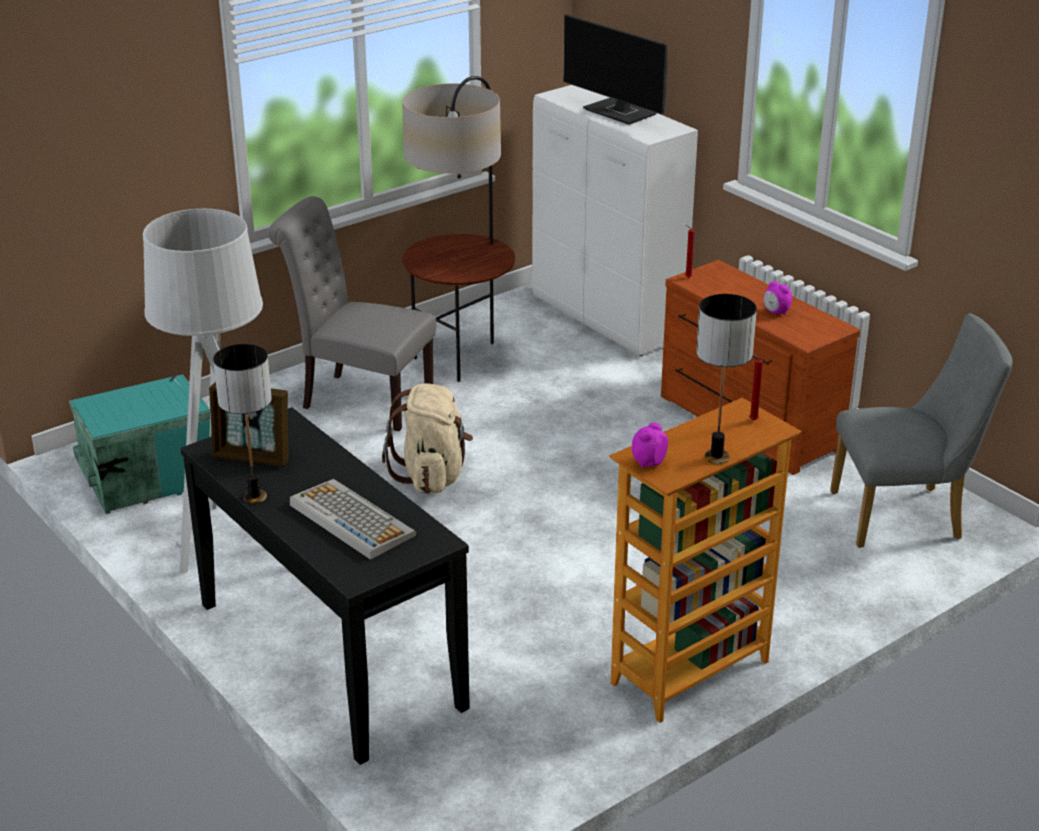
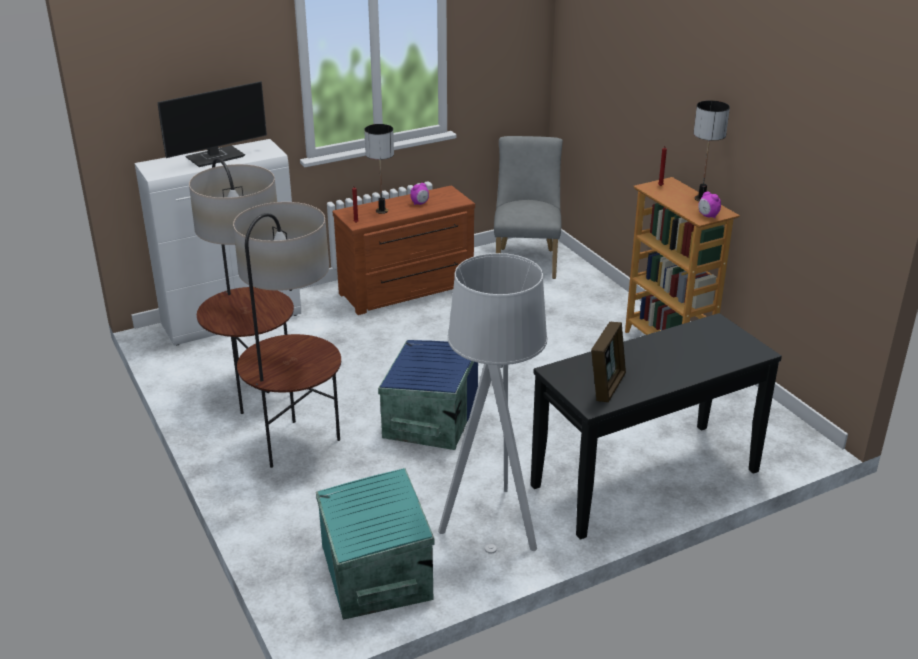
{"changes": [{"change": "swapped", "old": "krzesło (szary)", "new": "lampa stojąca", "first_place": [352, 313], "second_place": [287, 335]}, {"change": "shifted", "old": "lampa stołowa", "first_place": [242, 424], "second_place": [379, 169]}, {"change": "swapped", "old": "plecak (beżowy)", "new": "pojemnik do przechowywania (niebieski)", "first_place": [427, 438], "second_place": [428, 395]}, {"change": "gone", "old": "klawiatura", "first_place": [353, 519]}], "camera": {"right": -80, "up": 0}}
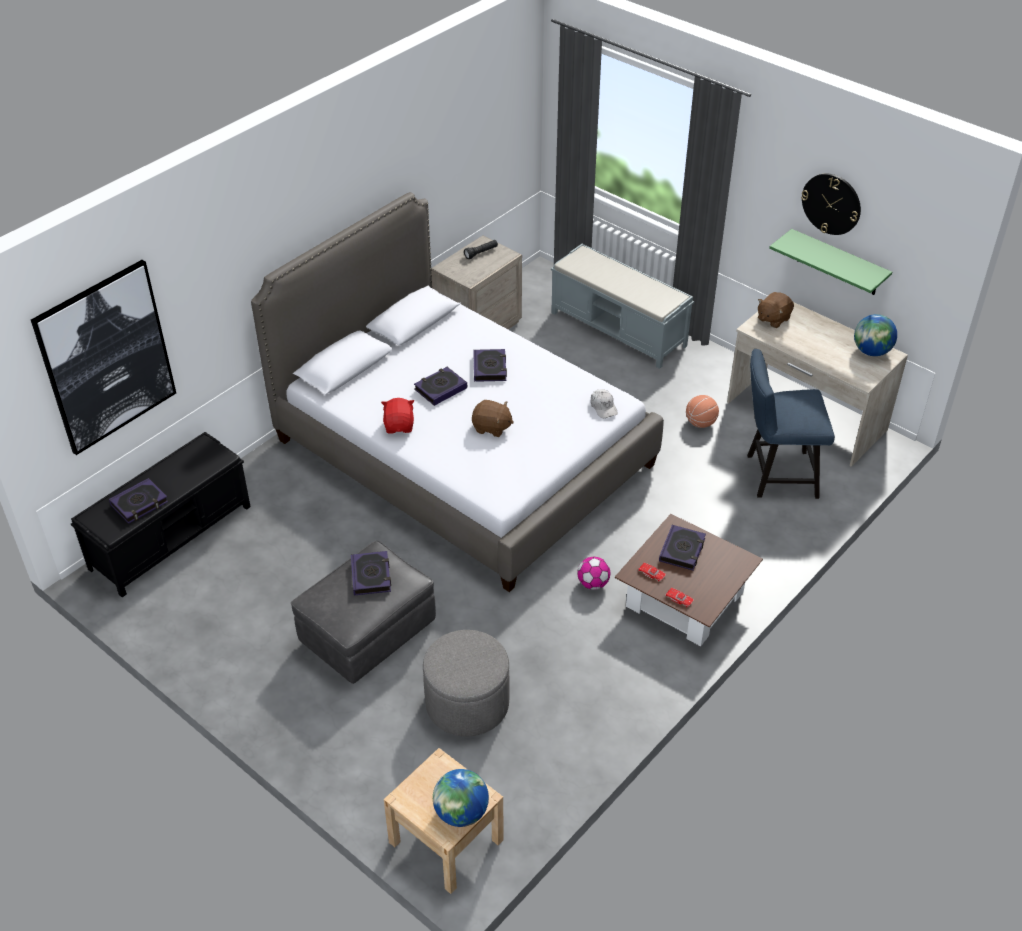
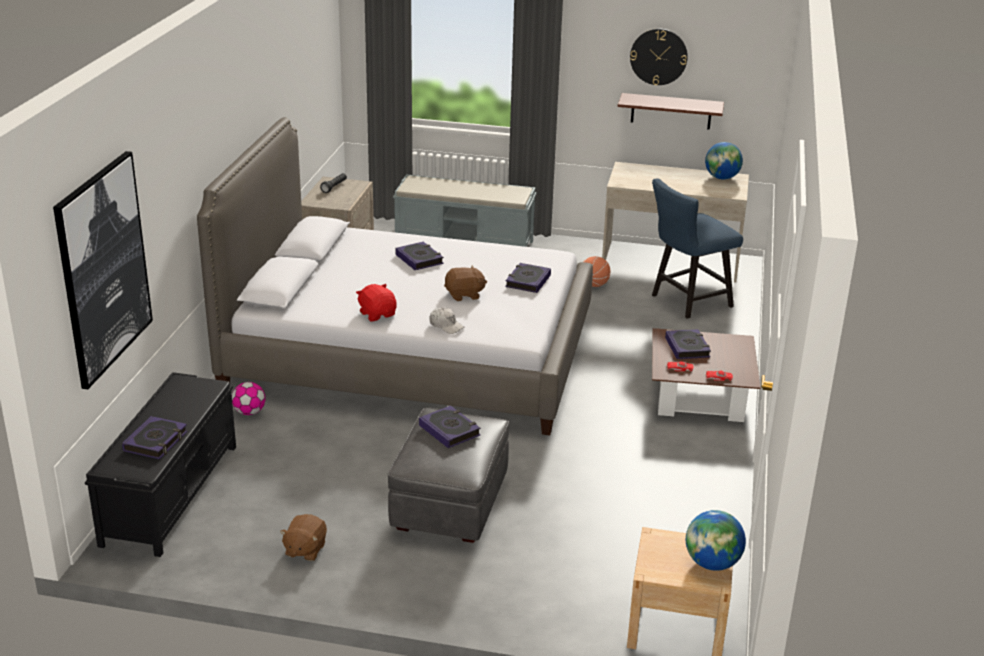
{"changes": [{"change": "shifted", "old": "piłka futbolowa", "first_place": [593, 573], "second_place": [249, 398]}, {"change": "shifted", "old": "pluszak (brązowy)", "first_place": [776, 310], "second_place": [303, 537]}, {"change": "shifted", "old": "czapka z daszkiem (biały)", "first_place": [604, 403], "second_place": [446, 321]}, {"change": "shifted", "old": "książka", "first_place": [440, 386], "second_place": [528, 278]}, {"change": "repainted", "old": "półka (zielony)", "new": "półka (brązowy)", "first_place": [830, 262], "second_place": [671, 111]}, {"change": "gone", "old": "pufa (szary)", "first_place": [466, 683]}], "camera": {"right": -30, "up": -15}}
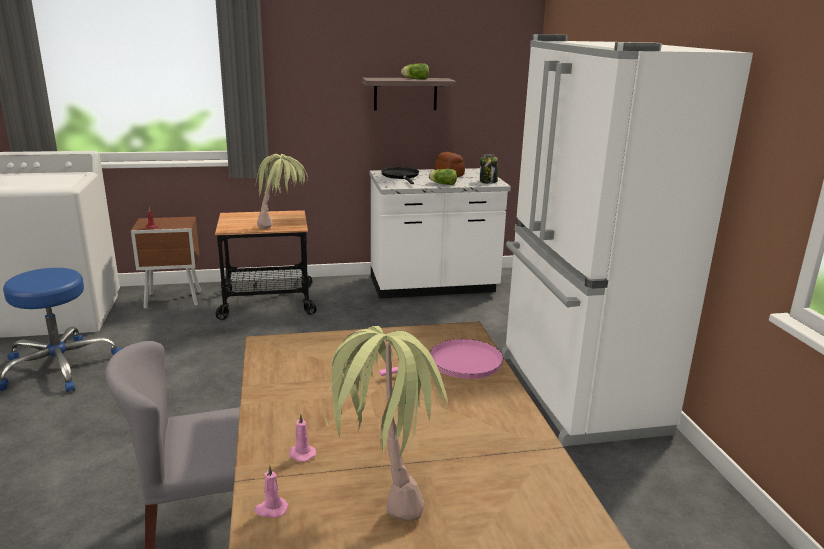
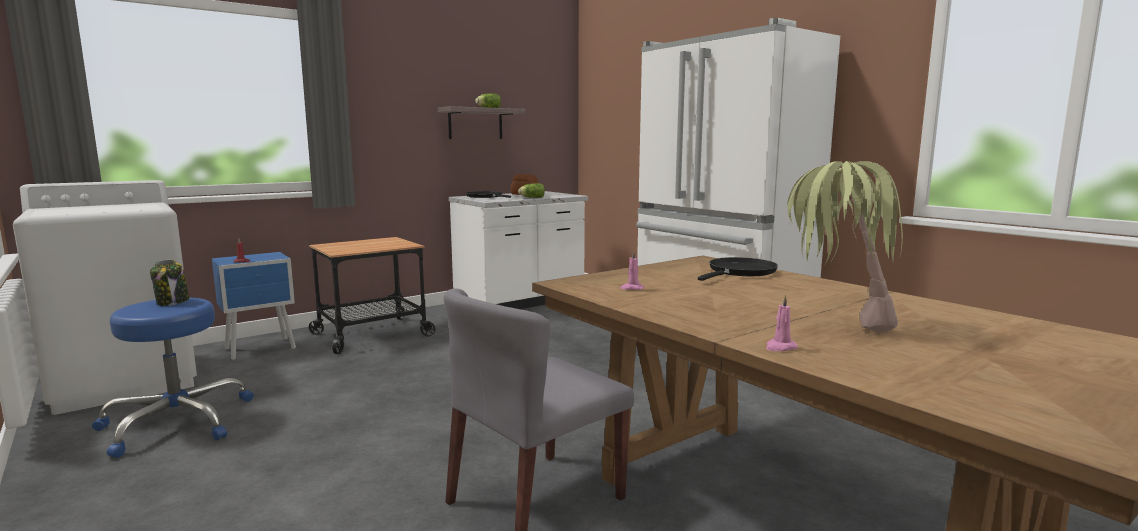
{"changes": [{"change": "shifted", "old": "słoik", "first_place": [489, 169], "second_place": [169, 283]}, {"change": "repainted", "old": "szafka nocna (brązowy)", "new": "szafka nocna (niebieski)", "first_place": [166, 263], "second_place": [254, 306]}, {"change": "shifted", "old": "świeca (różowy)", "first_place": [302, 437], "second_place": [632, 270]}, {"change": "repainted", "old": "patelnia (różowy)", "new": "patelnia (czarny)", "first_place": [441, 359], "second_place": [738, 269]}, {"change": "gone", "old": "roślina doniczkowa", "first_place": [281, 191]}], "camera": {"right": -25, "up": -10}}
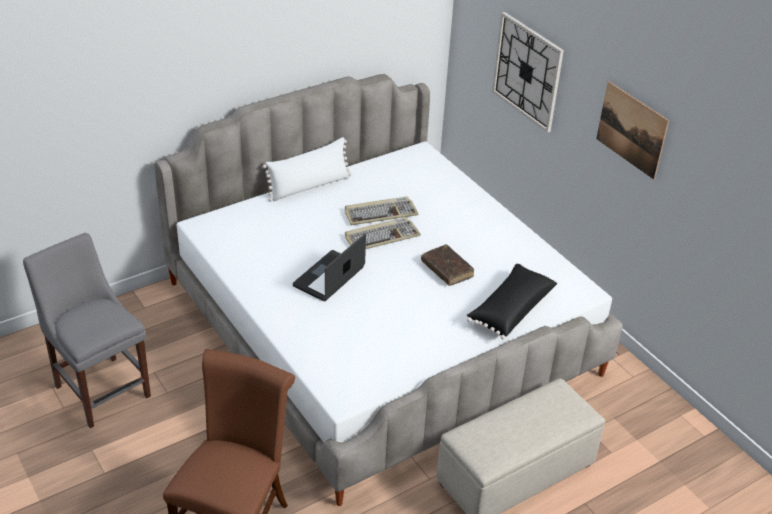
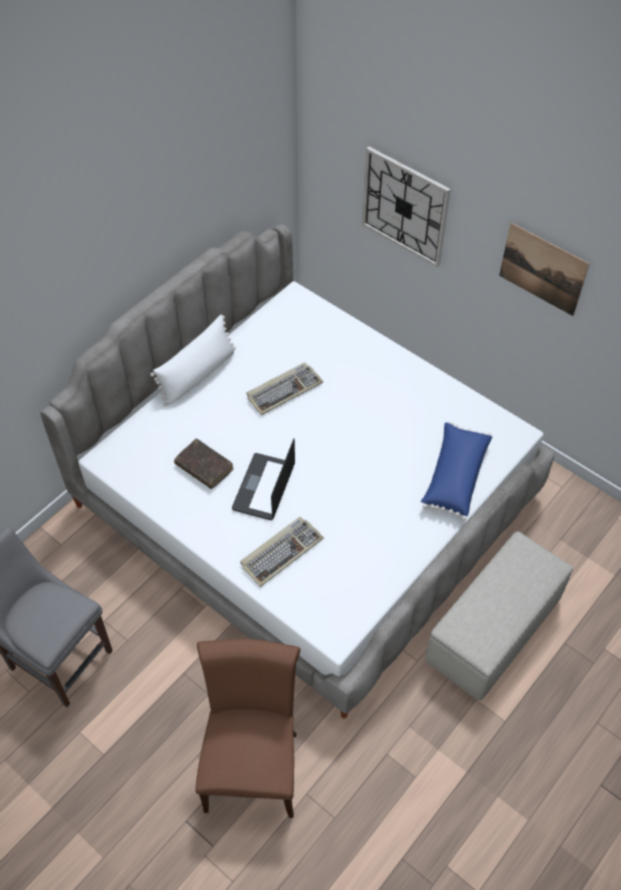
{"changes": [{"change": "shifted", "old": "książka (brązowy)", "first_place": [447, 265], "second_place": [204, 463]}, {"change": "shifted", "old": "klawiatura", "first_place": [383, 233], "second_place": [282, 552]}, {"change": "repainted", "old": "poduszka (czarny)", "new": "poduszka (niebieski)", "first_place": [512, 301], "second_place": [456, 471]}], "camera": {"right": -15, "up": 15}}
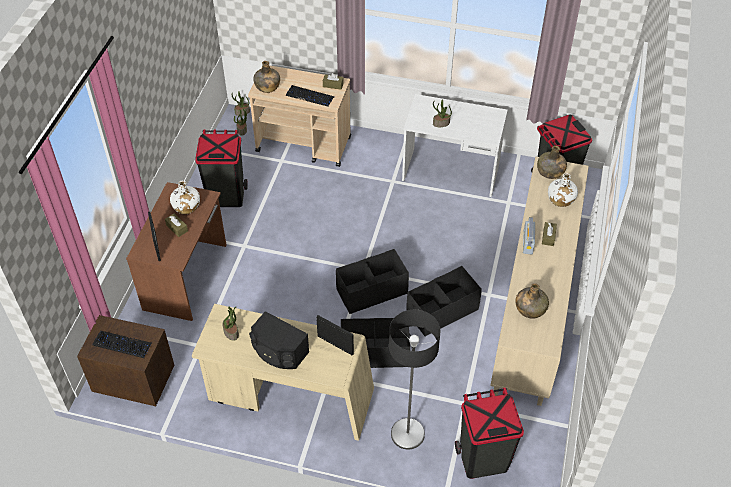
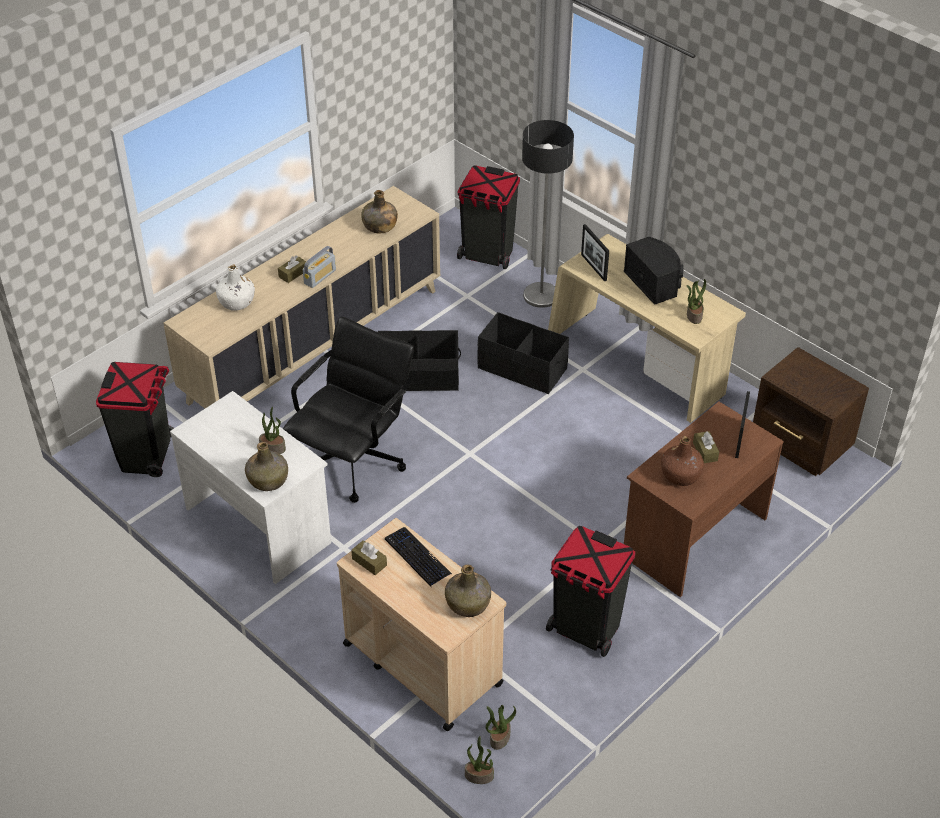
{"changes": [{"change": "shifted", "old": "butelka (zielony)", "first_place": [552, 162], "second_place": [266, 466]}, {"change": "new", "new": "krzesło biurowe (czarny)", "second_place": [348, 410]}, {"change": "repainted", "old": "butelka (biały)", "new": "butelka (brązowy)", "first_place": [185, 197], "second_place": [682, 461]}, {"change": "gone", "old": "klawiatura", "first_place": [122, 344]}, {"change": "gone", "old": "pojemnik do przechowywania (czarny)", "first_place": [372, 281]}], "camera": {"right": -150, "up": -5}}
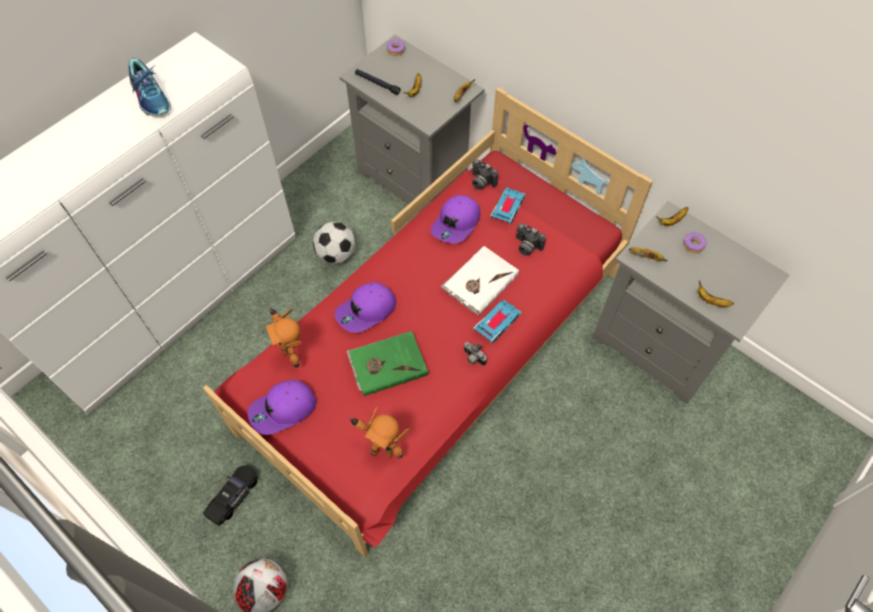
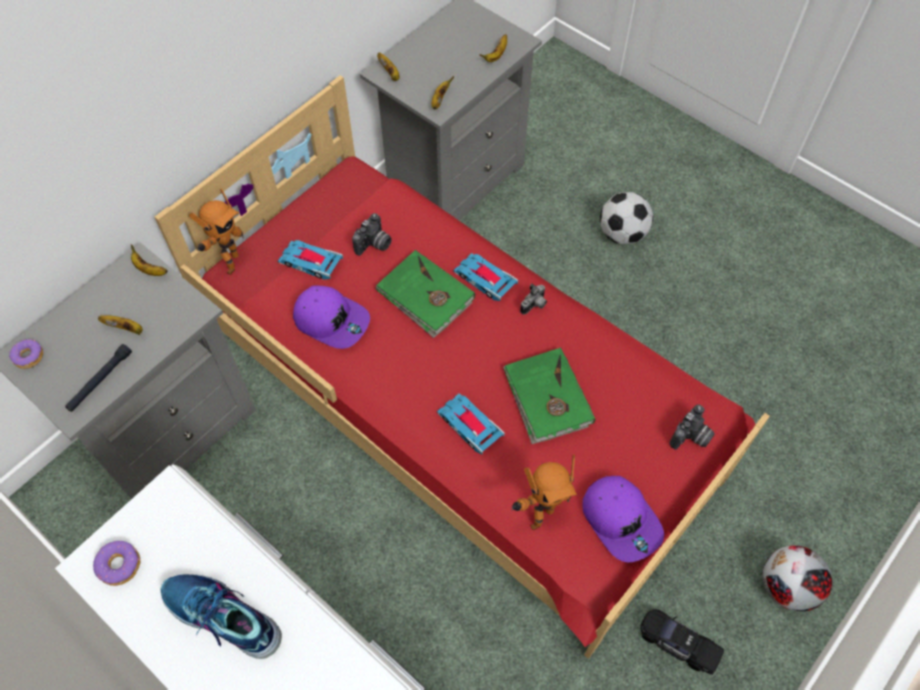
{"changes": [{"change": "shifted", "old": "donut", "first_place": [695, 242], "second_place": [116, 563]}, {"change": "rotated", "old": "but", "first_place": [150, 87], "second_place": [221, 616], "degrees": -120}, {"change": "shifted", "old": "robot zabawkowy", "first_place": [379, 432], "second_place": [216, 231]}, {"change": "repainted", "old": "książka (biały)", "new": "książka (zielony)", "first_place": [479, 280], "second_place": [425, 294]}, {"change": "swapped", "old": "czapka z daszkiem (fioletowy)", "new": "samochodzik", "first_place": [365, 307], "second_place": [471, 424]}, {"change": "shifted", "old": "piłka futbolowa", "first_place": [334, 243], "second_place": [626, 218]}, {"change": "shifted", "old": "aparat fotograficzny", "first_place": [485, 174], "second_place": [692, 427]}], "camera": {"right": -90, "up": 0}}
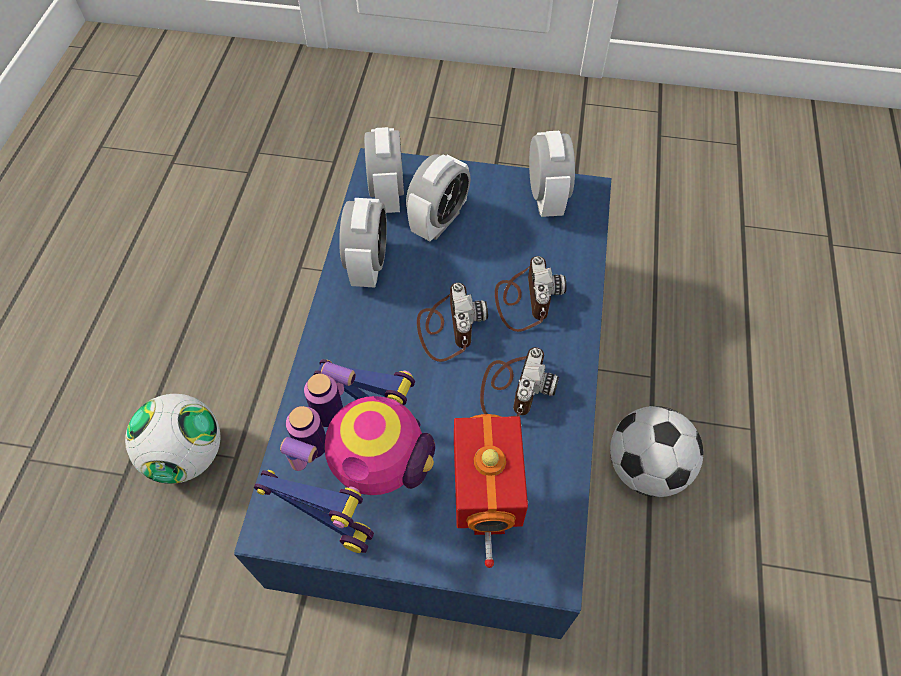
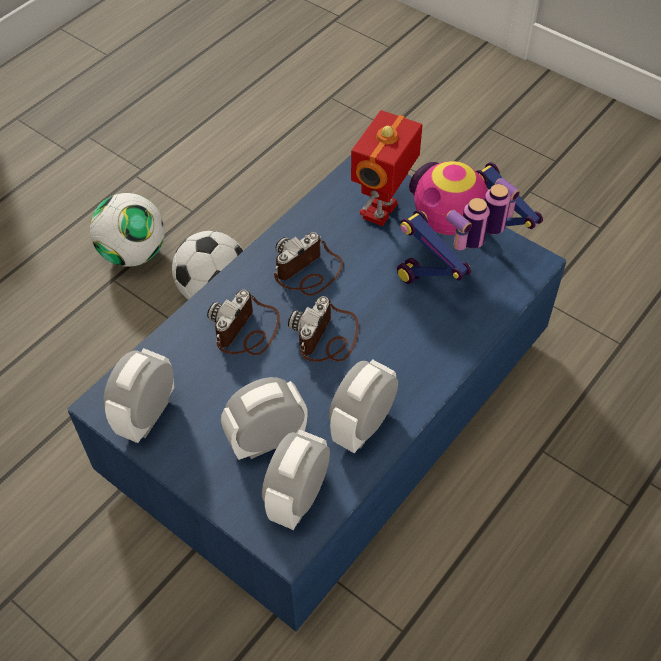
{"changes": [{"change": "shifted", "old": "piłka futbolowa", "first_place": [172, 439], "second_place": [127, 230]}], "camera": {"right": -150, "up": -5}}
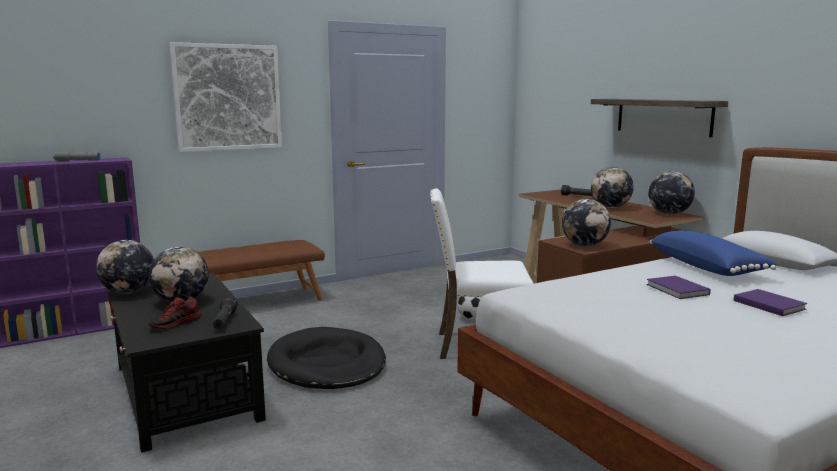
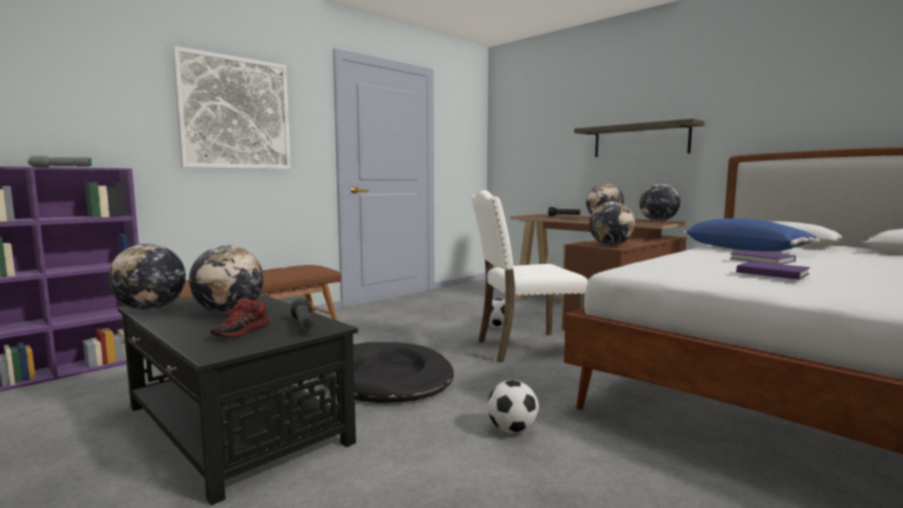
{"changes": [{"change": "new", "new": "piłka futbolowa", "second_place": [513, 406]}, {"change": "shifted", "old": "książka (fioletowy)", "first_place": [770, 302], "second_place": [773, 270]}], "camera": {"right": -15, "up": -5}}
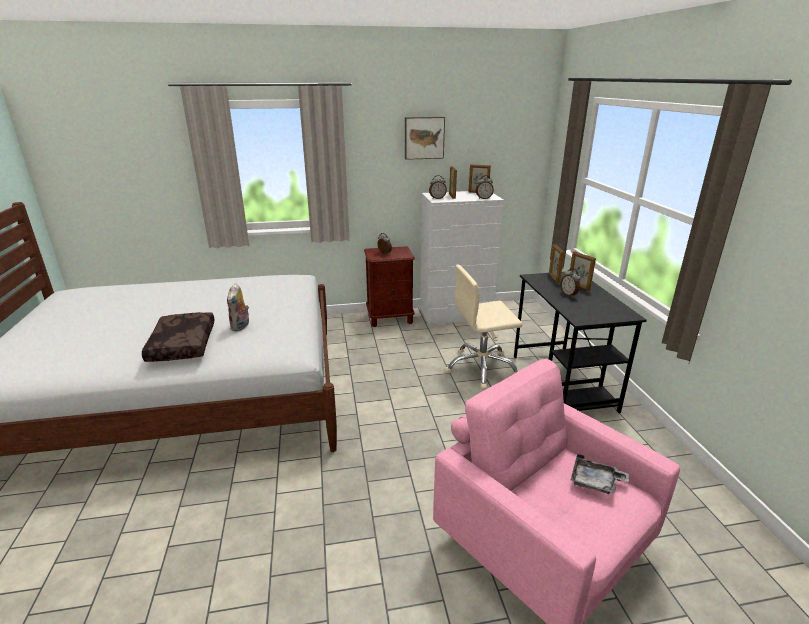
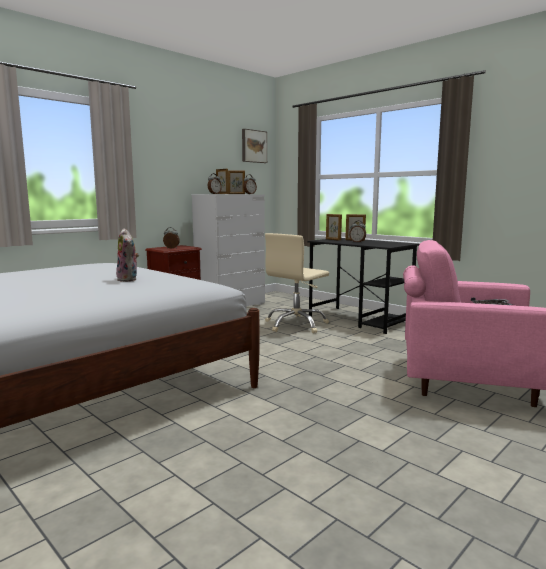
{"changes": [{"change": "shifted", "old": "obraz", "first_place": [425, 138], "second_place": [254, 146]}, {"change": "gone", "old": "poduszka (brązowy)", "first_place": [178, 337]}], "camera": {"right": -35, "up": -15}}
